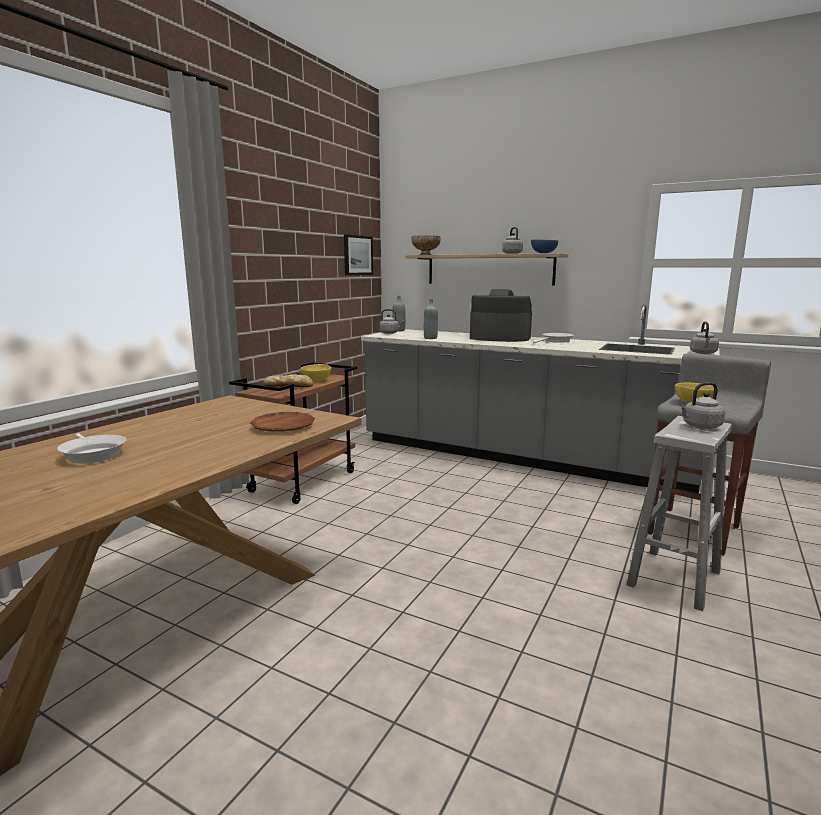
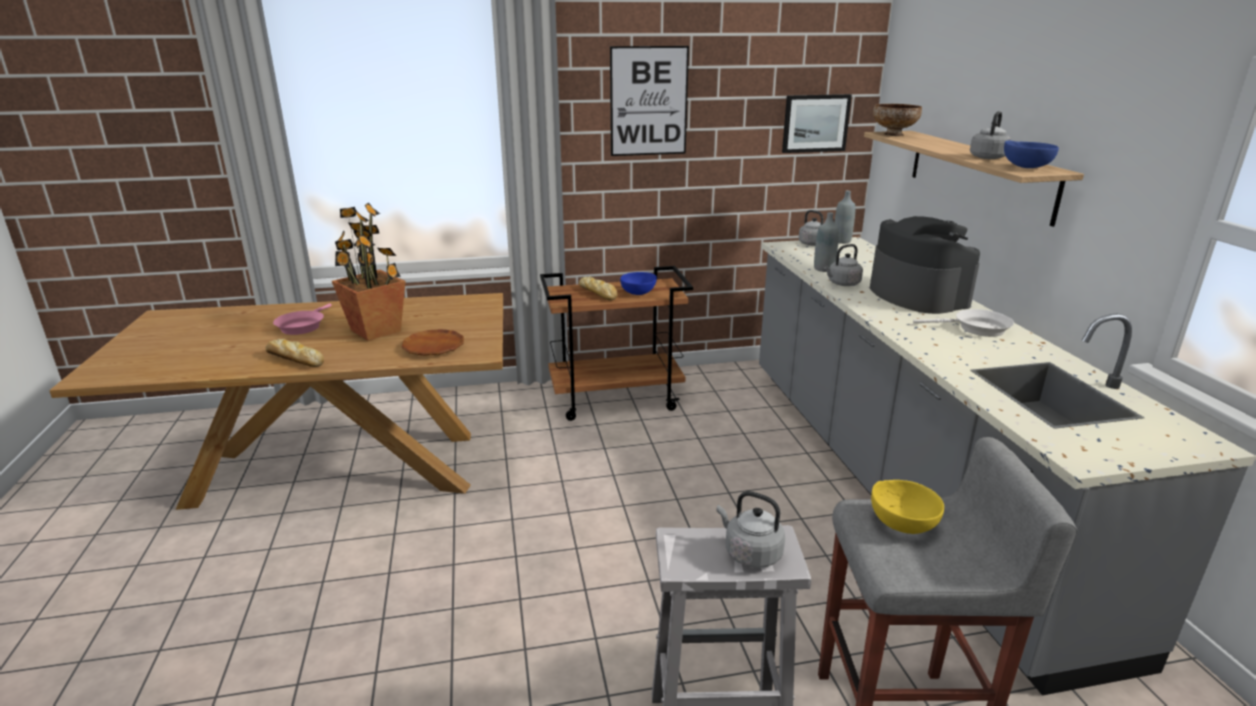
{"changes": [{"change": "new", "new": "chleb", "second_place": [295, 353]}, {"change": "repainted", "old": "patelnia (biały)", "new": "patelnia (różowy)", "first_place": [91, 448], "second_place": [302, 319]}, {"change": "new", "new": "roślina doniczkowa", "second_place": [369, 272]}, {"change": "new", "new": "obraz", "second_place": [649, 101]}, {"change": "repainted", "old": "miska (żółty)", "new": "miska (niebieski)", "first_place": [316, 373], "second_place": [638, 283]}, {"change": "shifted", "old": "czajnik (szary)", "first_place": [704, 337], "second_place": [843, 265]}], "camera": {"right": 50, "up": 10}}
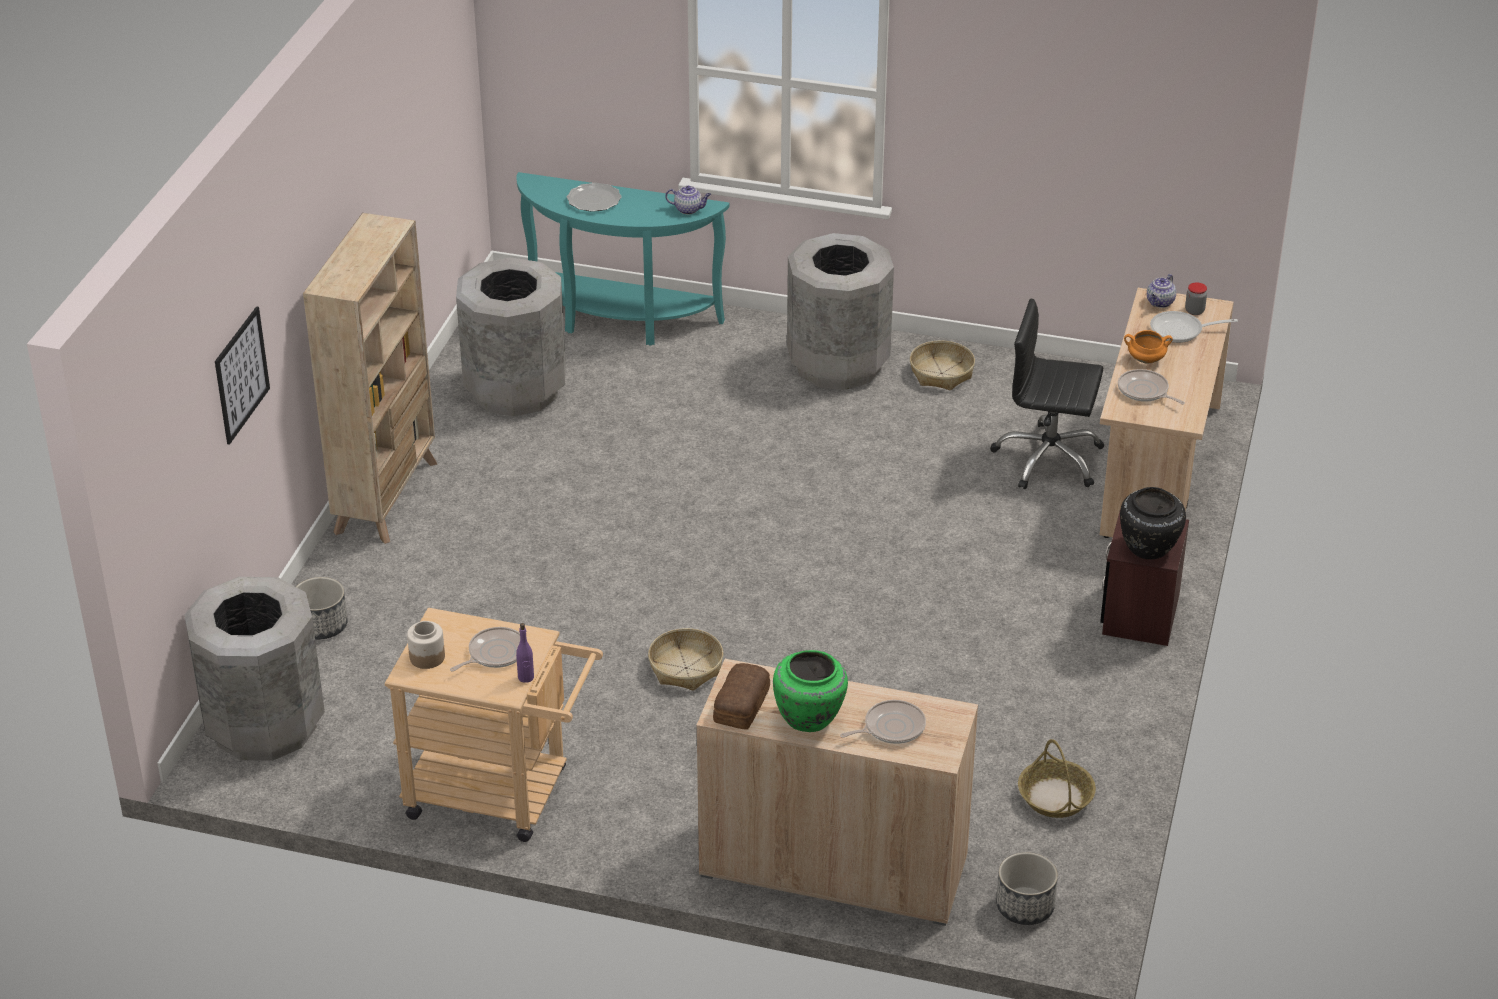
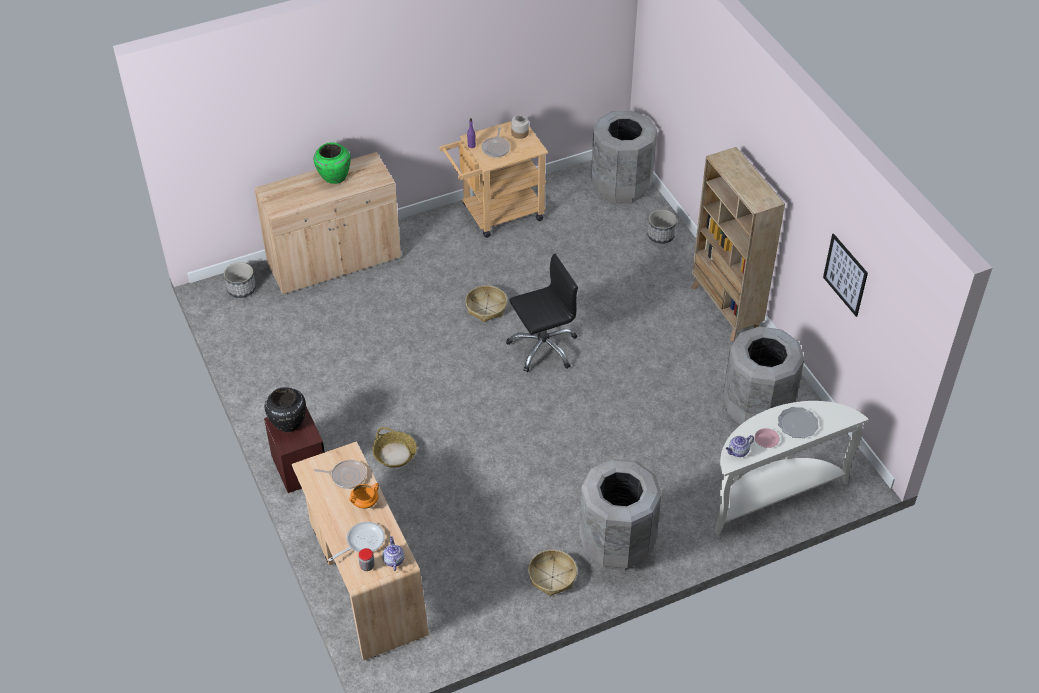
{"changes": [{"change": "shifted", "old": "koszyk", "first_place": [1057, 778], "second_place": [394, 447]}, {"change": "shifted", "old": "krzesło biurowe (czarny)", "first_place": [1047, 394], "second_place": [542, 312]}, {"change": "repainted", "old": "stolik konsolowy (turkusowy)", "new": "stolik konsolowy (biały)", "first_place": [623, 259], "second_place": [791, 468]}, {"change": "new", "new": "talerz (różowy)", "second_place": [767, 438]}, {"change": "shifted", "old": "obraz", "first_place": [242, 375], "second_place": [845, 275]}, {"change": "gone", "old": "chleb", "first_place": [741, 696]}, {"change": "gone", "old": "patelnia", "first_place": [883, 722]}], "camera": {"right": 140, "up": 10}}
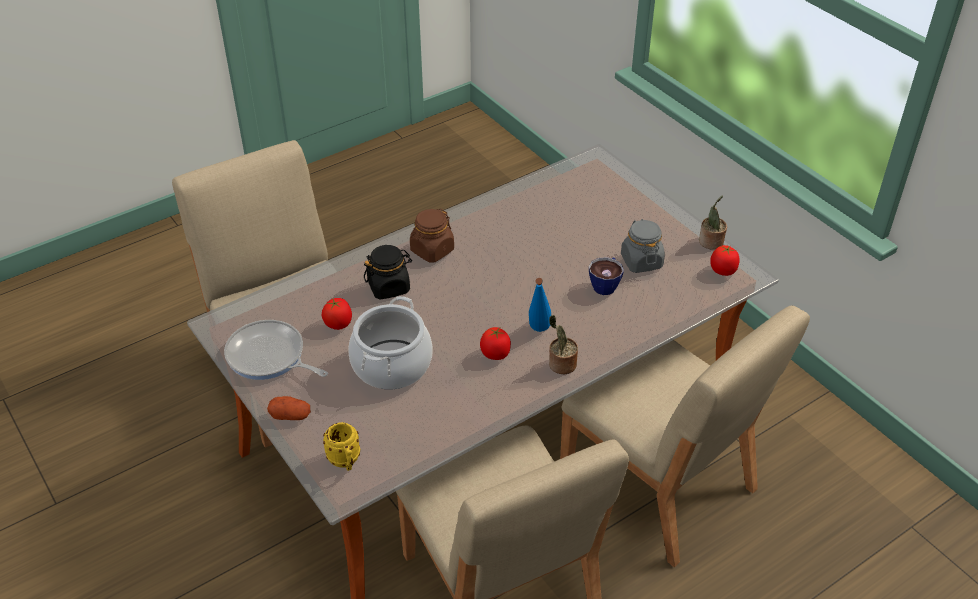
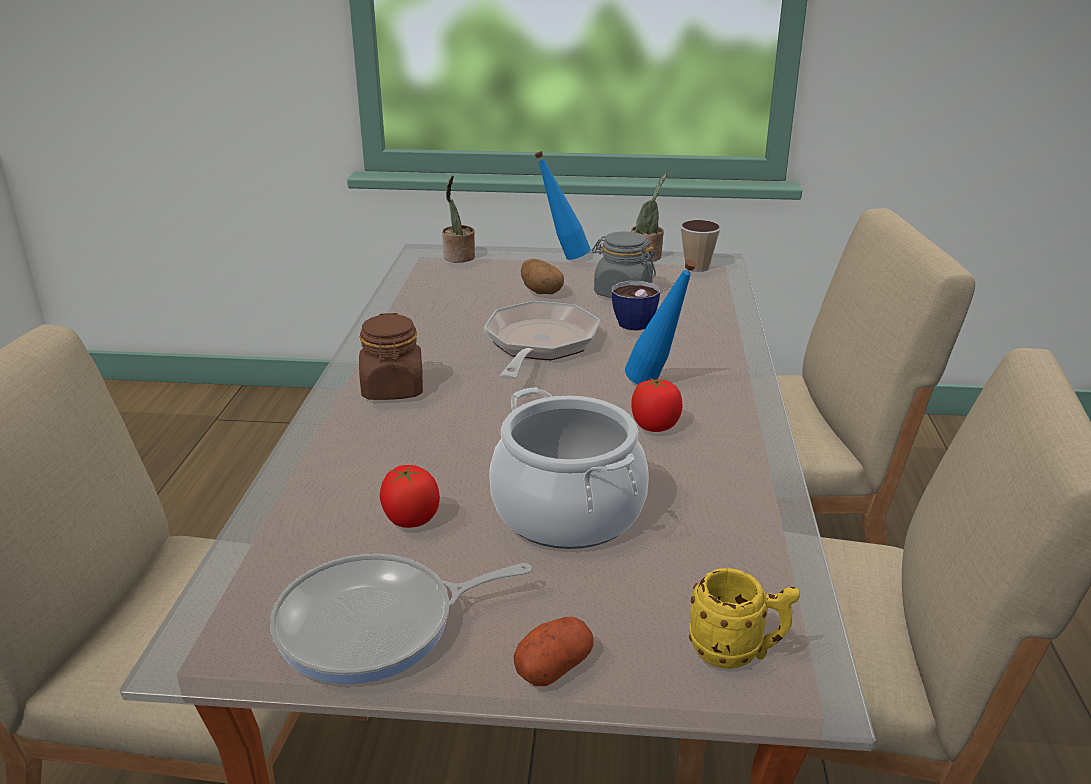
{"changes": [{"change": "shifted", "old": "roślina doniczkowa", "first_place": [563, 344], "second_place": [458, 218]}, {"change": "new", "new": "patelnia", "second_place": [541, 340]}, {"change": "new", "new": "ziemniak", "second_place": [542, 276]}, {"change": "new", "new": "butelka (niebieski)", "second_place": [562, 205]}, {"change": "swapped", "old": "pomidor", "new": "filiżanka", "first_place": [725, 260], "second_place": [700, 246]}, {"change": "gone", "old": "słoik (czarny)", "first_place": [388, 272]}], "camera": {"right": -50, "up": -15}}
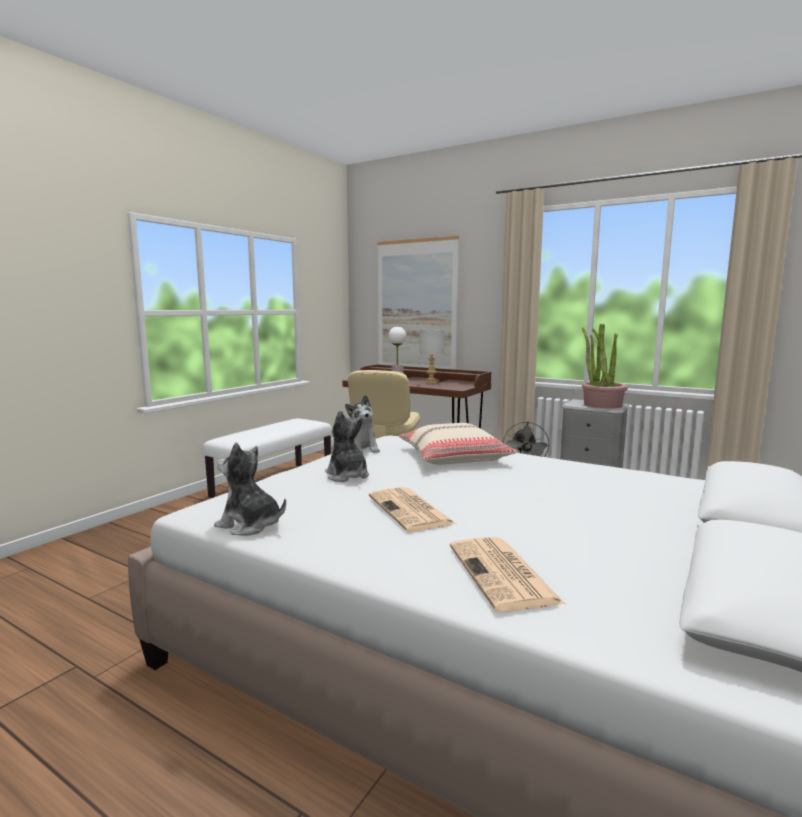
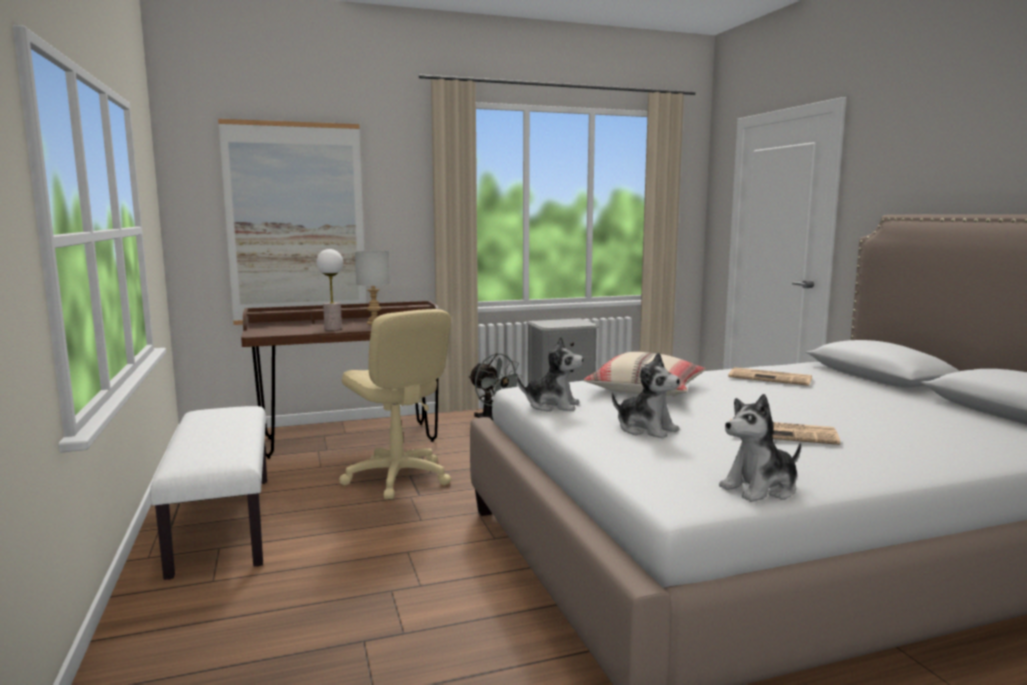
{"changes": [{"change": "rotated", "old": "pluszak", "first_place": [347, 446], "second_place": [646, 395], "degrees": -150}, {"change": "shifted", "old": "gazeta", "first_place": [507, 574], "second_place": [770, 376]}, {"change": "gone", "old": "roślina doniczkowa", "first_place": [605, 366]}], "camera": {"right": -50, "up": 0}}
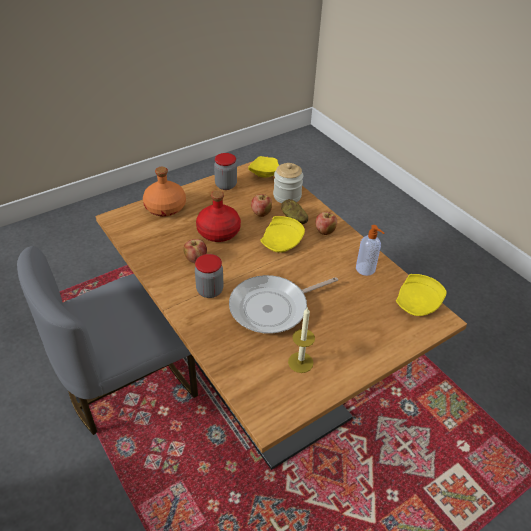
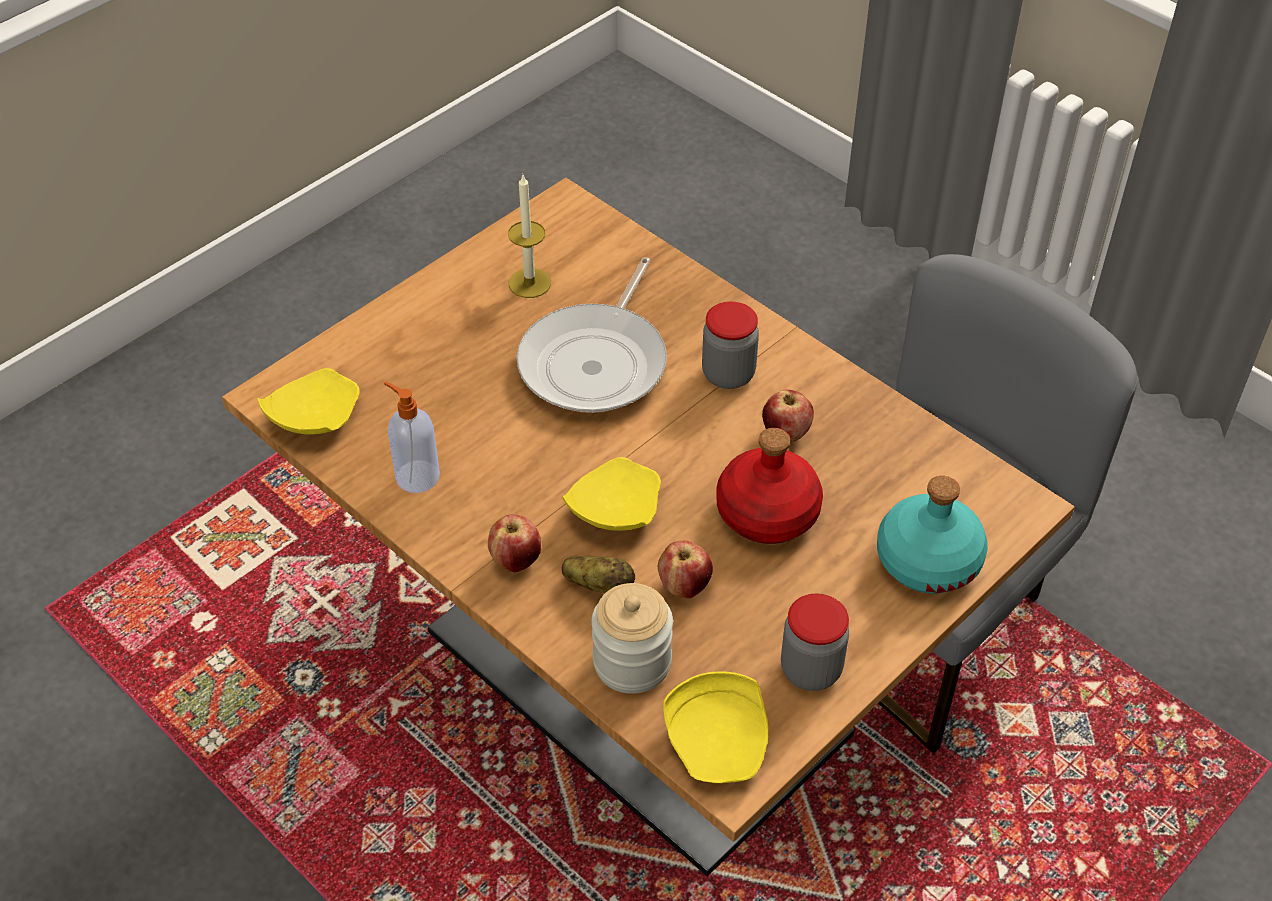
{"changes": [{"change": "rotated", "old": "patelnia", "first_place": [283, 304], "second_place": [591, 335], "degrees": 150}, {"change": "repainted", "old": "butelka (pomarańczowy)", "new": "butelka (turkusowy)", "first_place": [164, 191], "second_place": [932, 535]}], "camera": {"right": 170, "up": 5}}
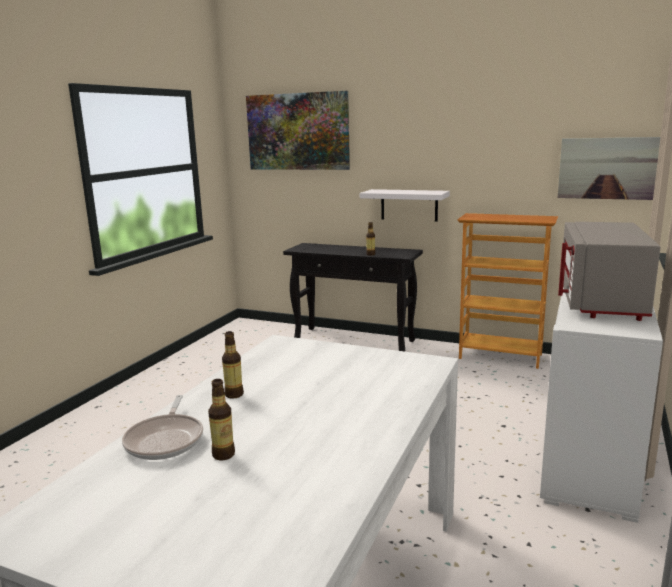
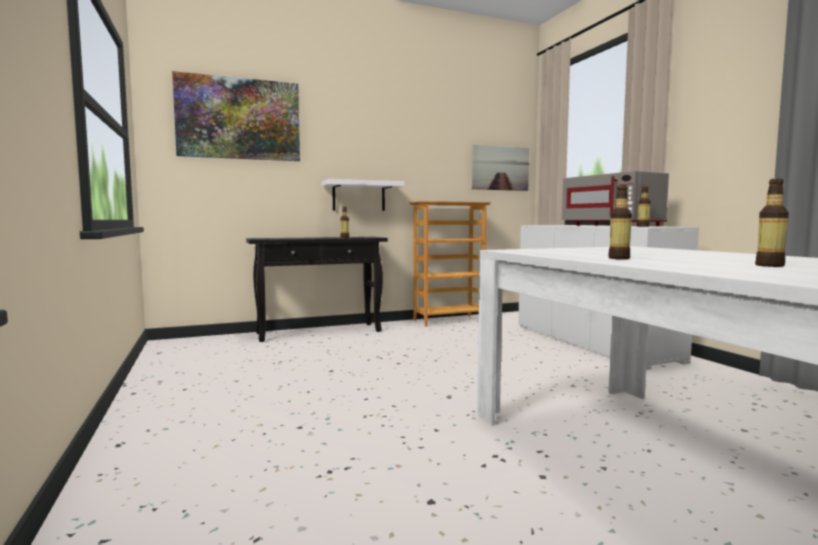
{"changes": [{"change": "new", "new": "butelka", "second_place": [644, 206]}, {"change": "gone", "old": "patelnia", "first_place": [162, 427]}], "camera": {"right": -45, "up": -10}}
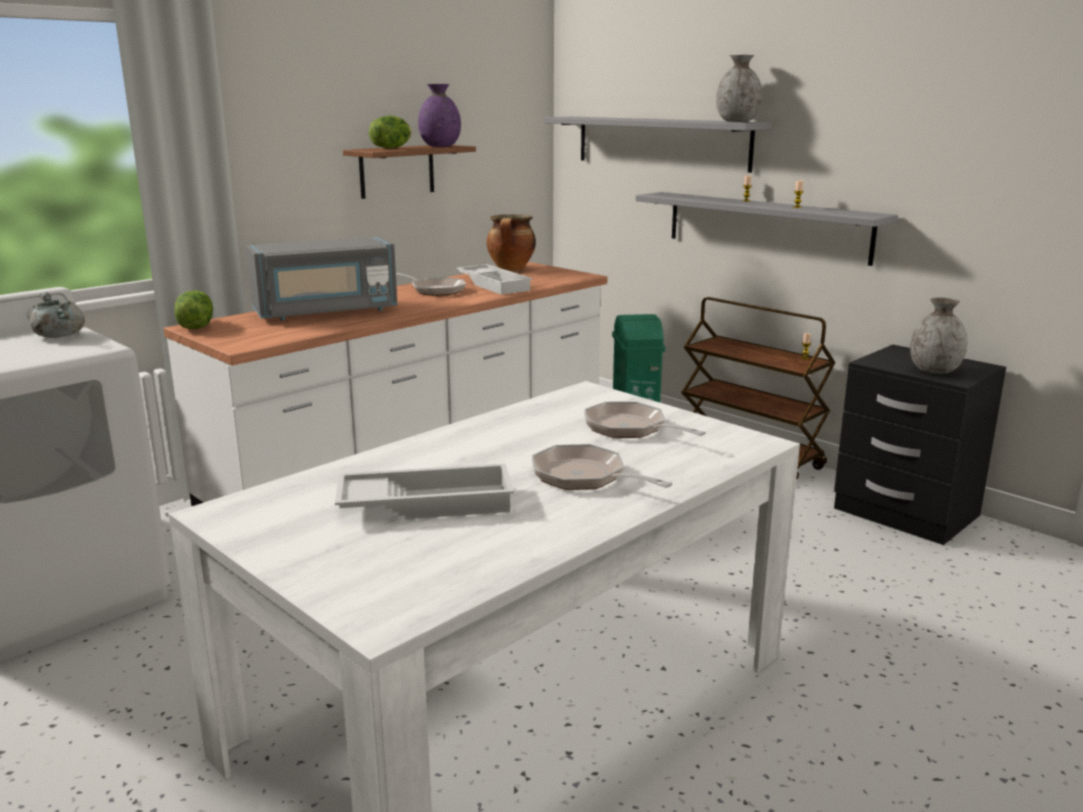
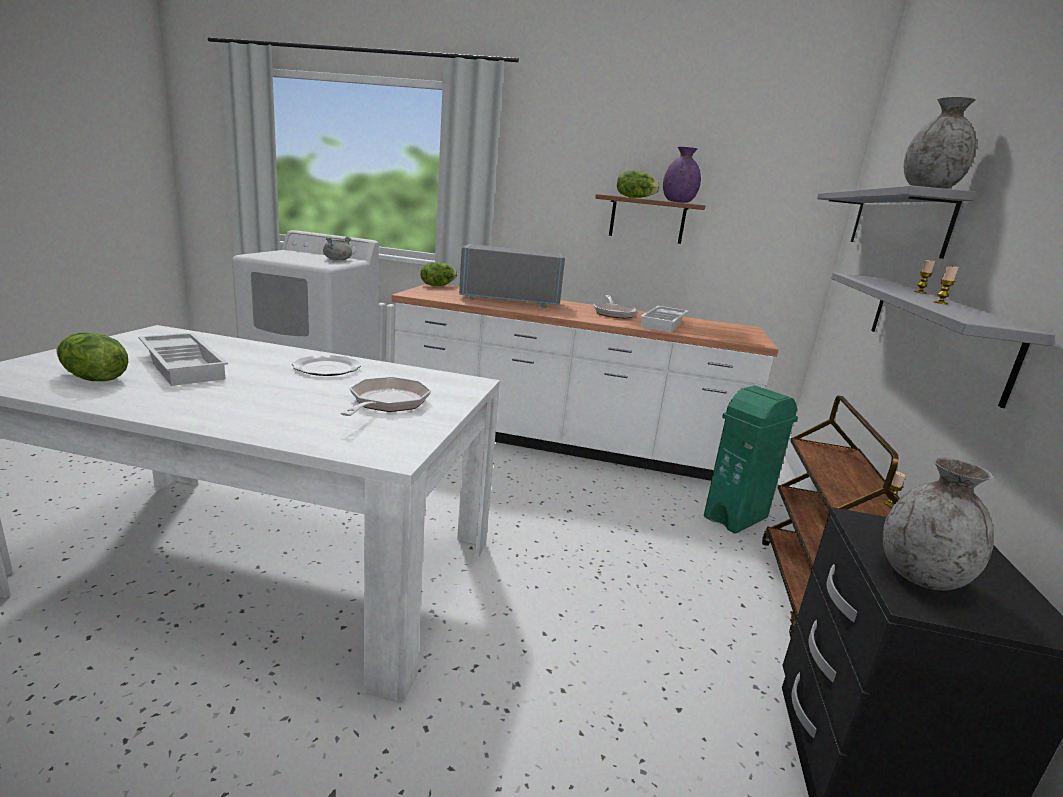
{"changes": [{"change": "new", "new": "sałata", "second_place": [92, 356]}, {"change": "new", "new": "talerz", "second_place": [326, 365]}, {"change": "rotated", "old": "mikrofalówka (szary)", "first_place": [322, 279], "second_place": [512, 275], "degrees": 150}, {"change": "gone", "old": "garnek", "first_place": [511, 242]}, {"change": "gone", "old": "patelnia", "first_place": [602, 467]}], "camera": {"right": 55, "up": 0}}
